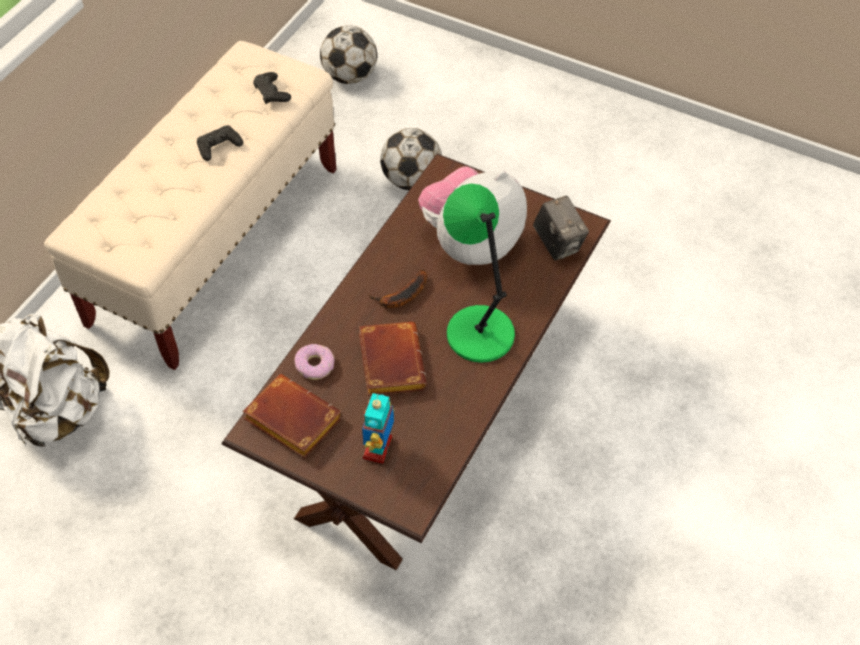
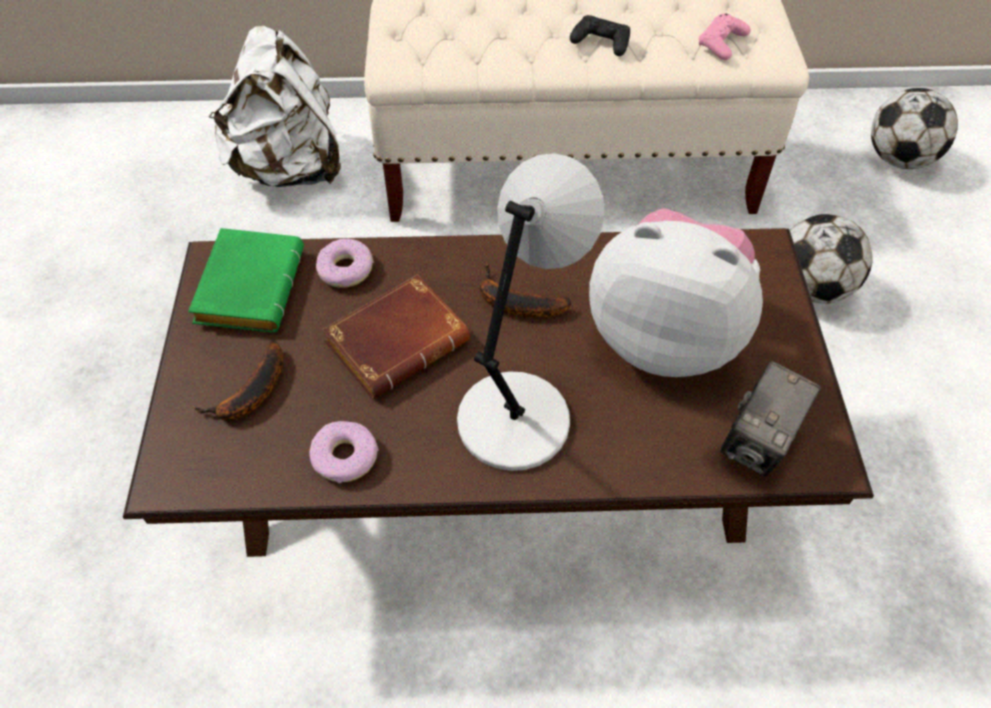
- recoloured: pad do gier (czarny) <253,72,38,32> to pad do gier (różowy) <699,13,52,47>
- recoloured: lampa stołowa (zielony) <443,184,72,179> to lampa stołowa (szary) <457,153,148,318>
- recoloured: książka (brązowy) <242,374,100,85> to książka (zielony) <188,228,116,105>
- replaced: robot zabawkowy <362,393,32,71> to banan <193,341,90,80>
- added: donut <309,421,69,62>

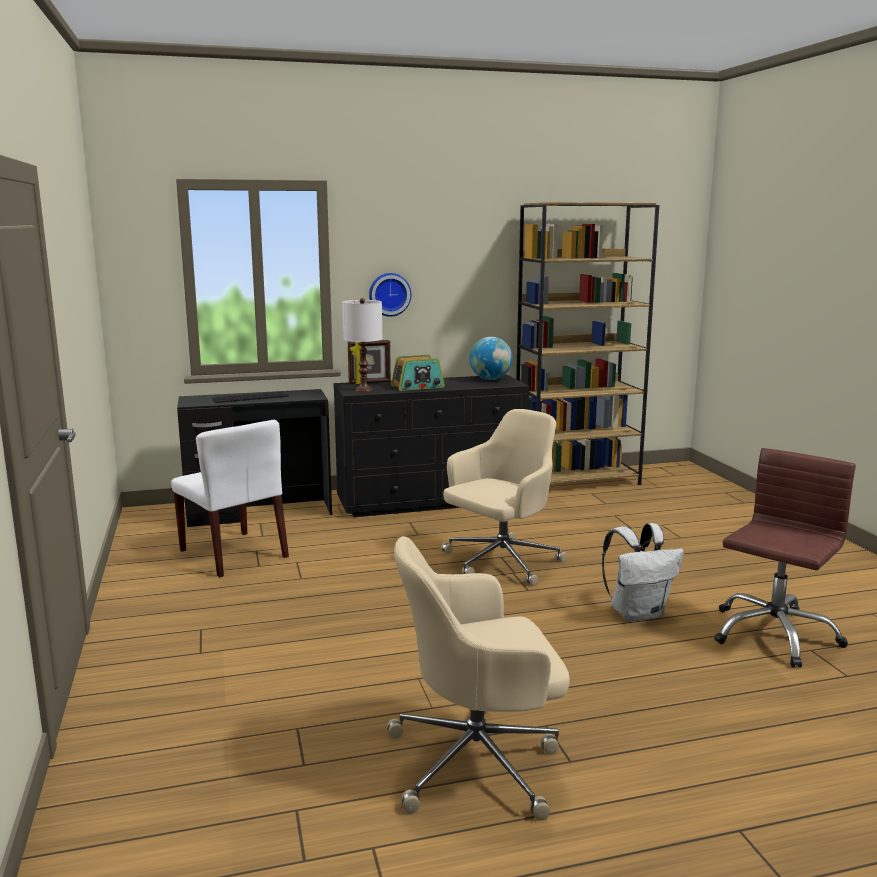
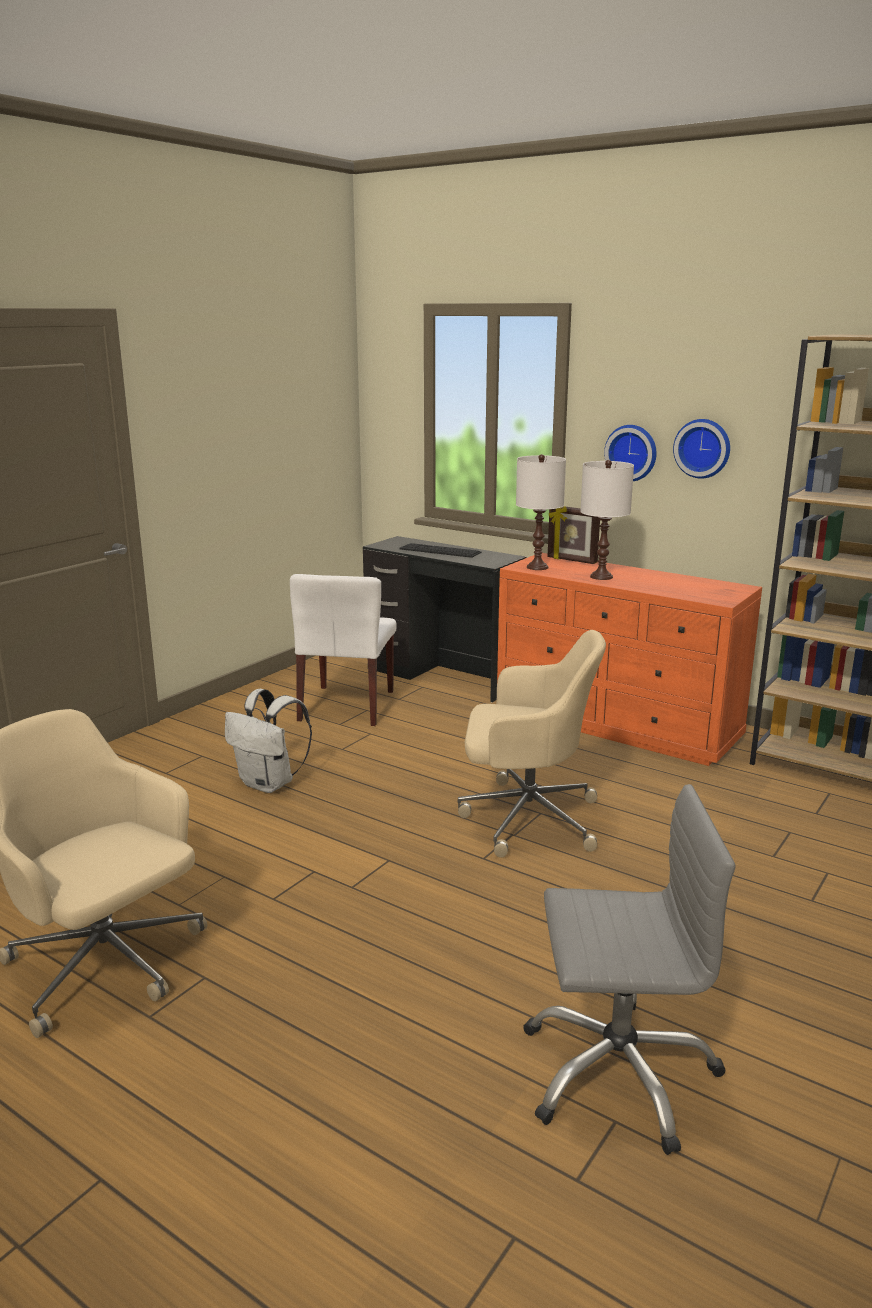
- removed: globus <469,337,44,43>
- replaced: radio <391,354,54,37> to lampa stołowa (biały) <580,460,54,120>
- recoloured: komoda (czarny) <333,375,196,142> to komoda (pomarańczowy) <497,553,265,213>
- recoloured: krzesło biurowe (brązowy) <714,448,142,220> to krzesło biurowe (szary) <523,784,213,371>
- moved: plecak (biały) <602,523,82,99> to <225,689,87,104>
- added: zegar ścienny <673,419,57,60>

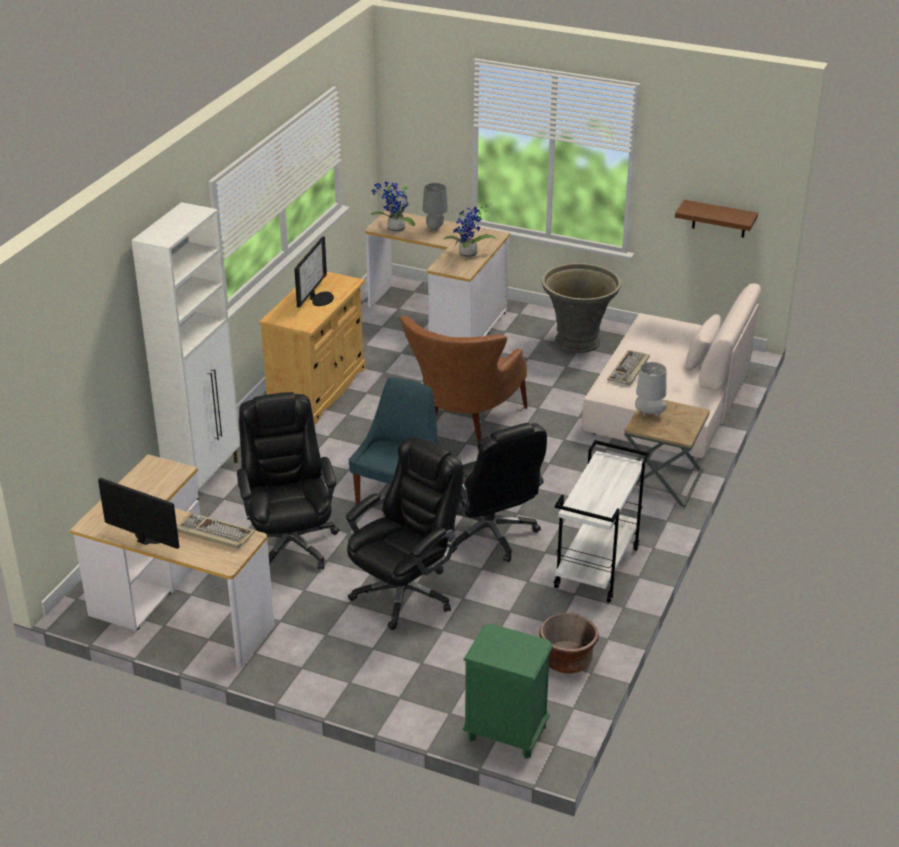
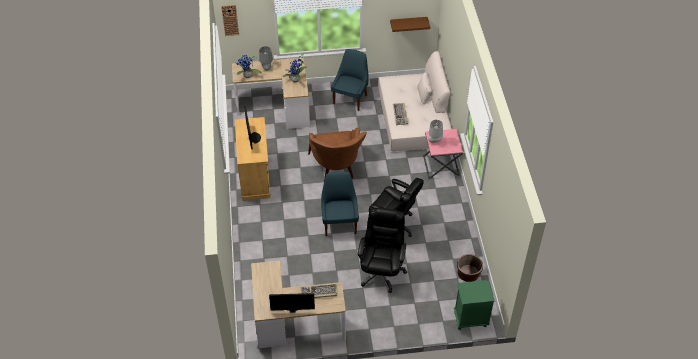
- removed: szafka (biały) <131,202,109,298>
- replaced: donica (szary) <542,263,79,90> to krzesło (niebieski) <331,49,38,62>
- removed: krzesło biurowe (czarny) <237,392,102,178>
- recoloured: stolik (brązowy) <624,400,86,107> to stolik (różowy) <423,129,40,50>
- removed: wózek (biały) <553,440,97,162>
- added: zegar ścienny <221,4,18,32>

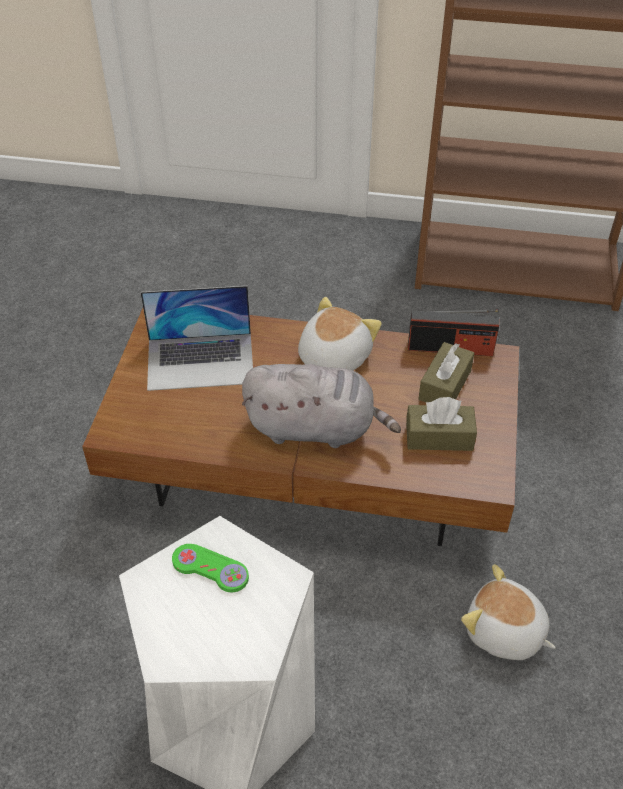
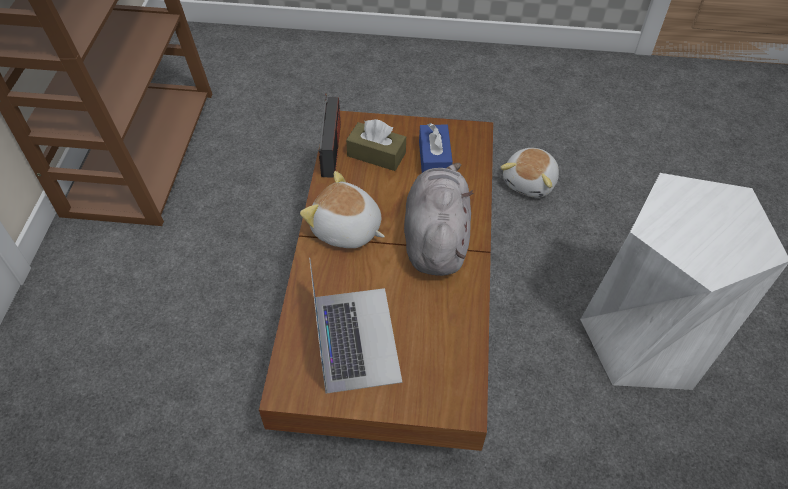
- recoloured: pudełko chusteczek (brązowy) <406,397,71,54> to pudełko chusteczek (niebieski) <419,123,34,50>
- removed: pad do gier (zielony) <172,544,77,48>

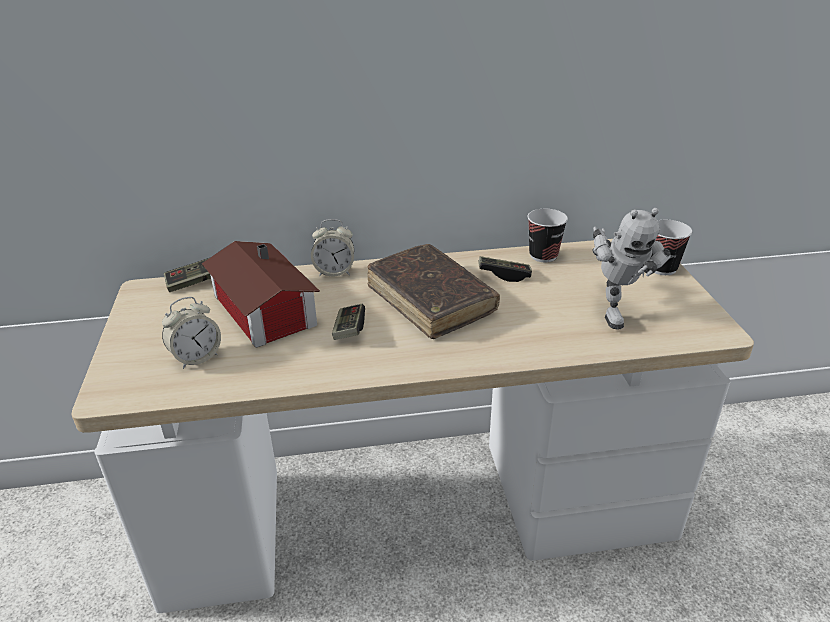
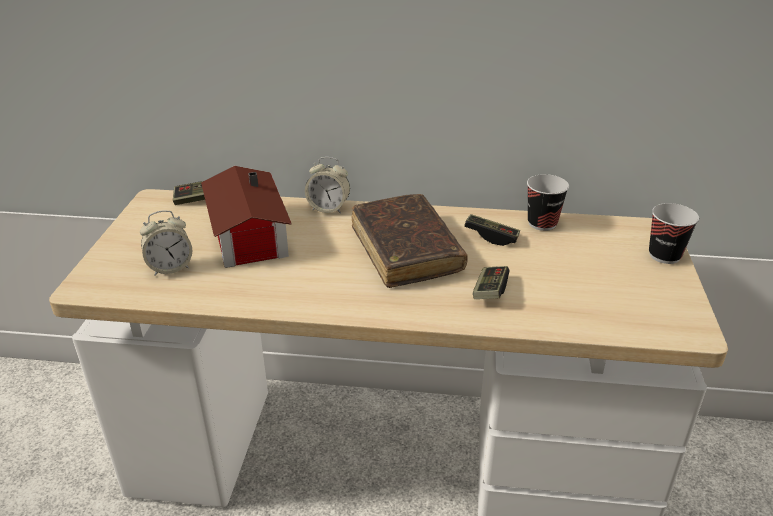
- removed: robot zabawkowy <592,208,79,122>
- moved: pad do gier <332,304,33,36> to <473,266,37,33>

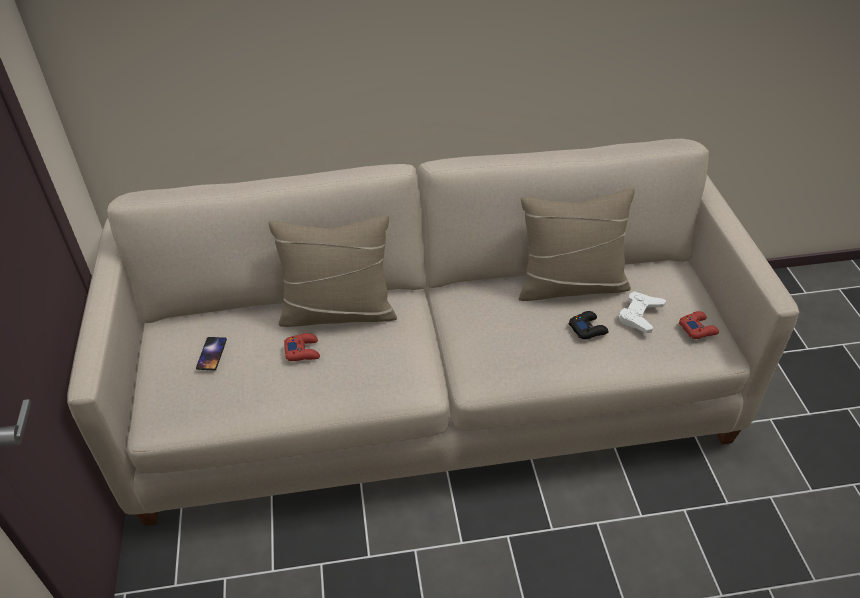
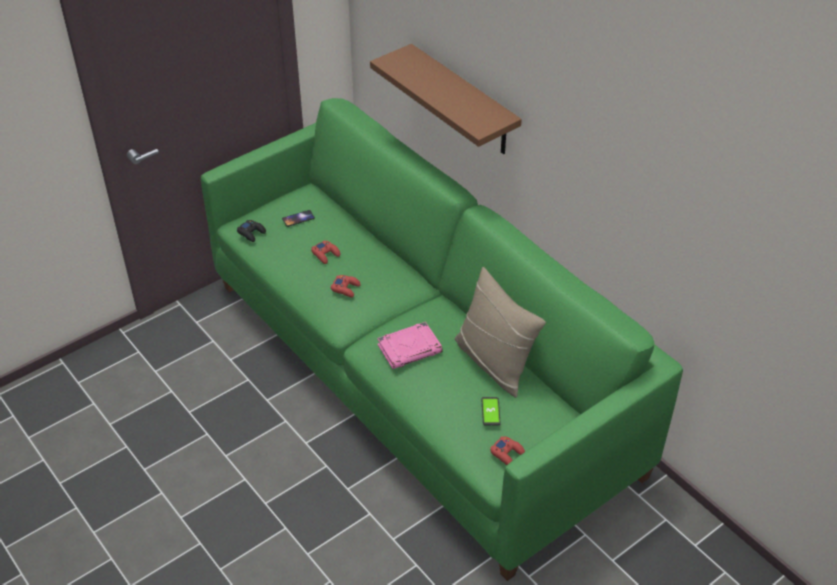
- recoloured: kanapa (beżowy) <67,139,732,387> to kanapa (zielony) <201,98,482,483>
- removed: poduszka (beżowy) <268,215,129,112>
- replaced: pad do gier (biały) <619,291,48,42> to telefon <481,397,20,28>
- moved: pad do gier (czarny) <569,311,40,29> to <237,220,29,22>
- added: półka (brązowy) <370,44,152,110>
- added: pad do gier (czerwony) <331,275,30,22>
- added: książka (różowy) <377,322,66,47>

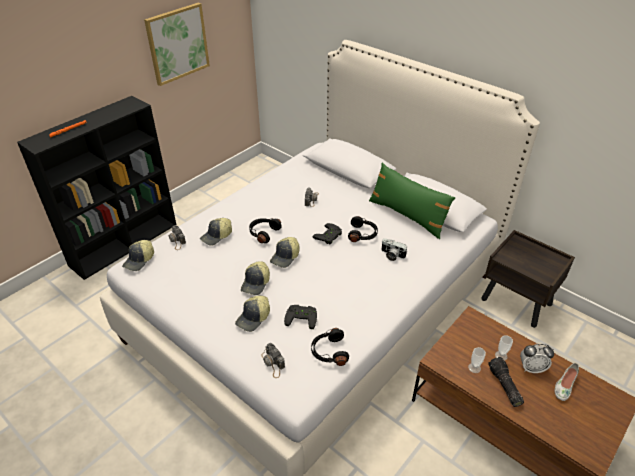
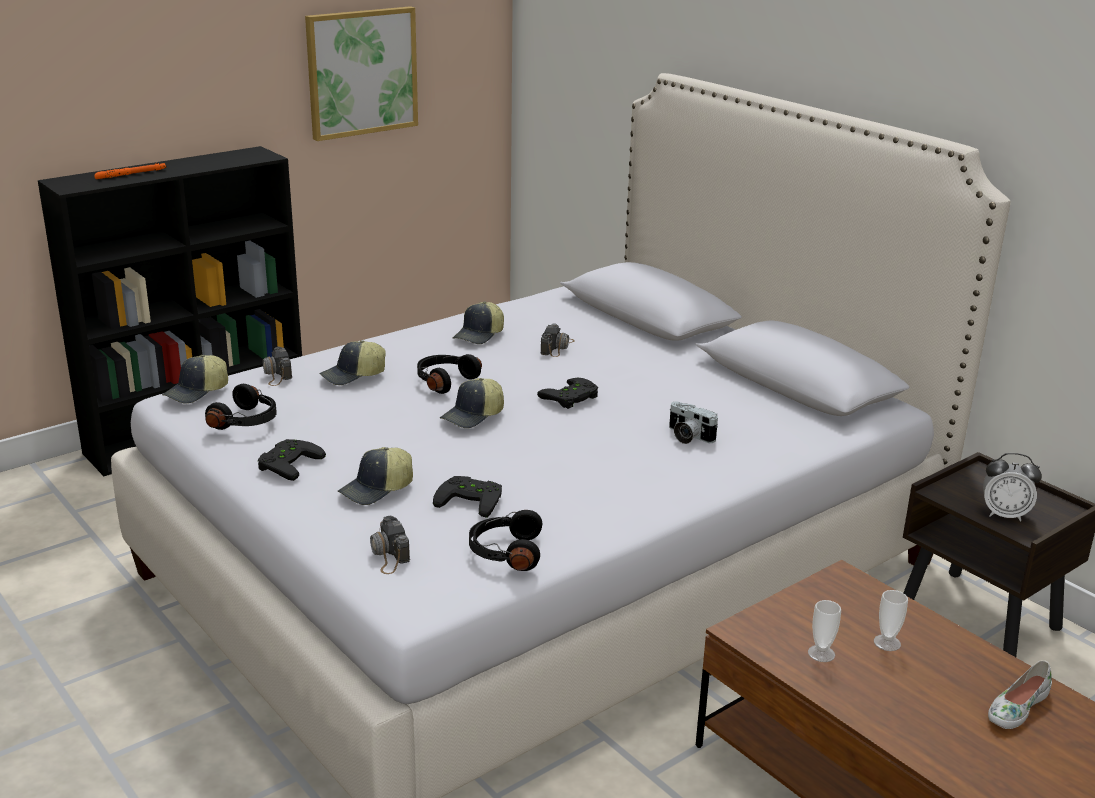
- removed: poduszka (zielony) <369,163,87,76>
- moved: słuchawki (czarny) <348,216,30,26> to <205,384,72,46>
- moved: czapka z daszkiem <241,261,29,34> to <453,302,51,42>
- moved: budzik <520,344,34,29> to <983,453,59,68>
- removed: latarka <488,357,36,50>
- added: pad do gier (czarny) <258,439,68,42>

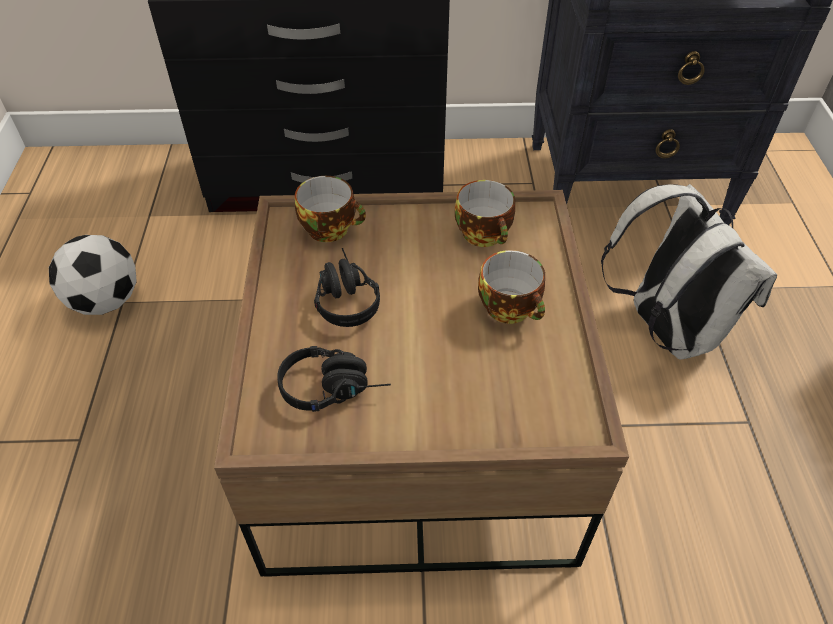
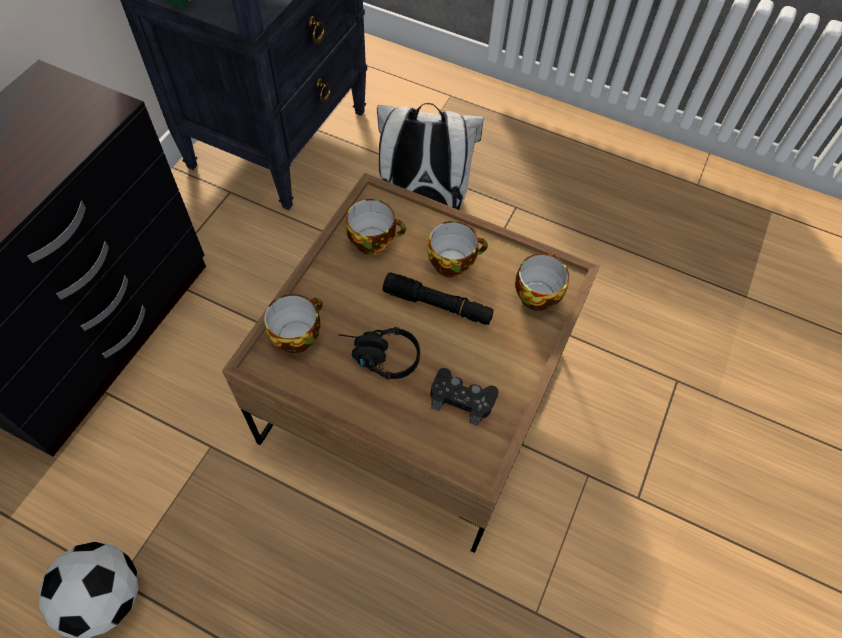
- replaced: słuchawki (czarny) <277,346,114,66> to pad do gier (czarny) <430,368,68,58>
- added: filiżanka <515,253,54,58>
- added: latarka (czarny) <383,273,111,52>

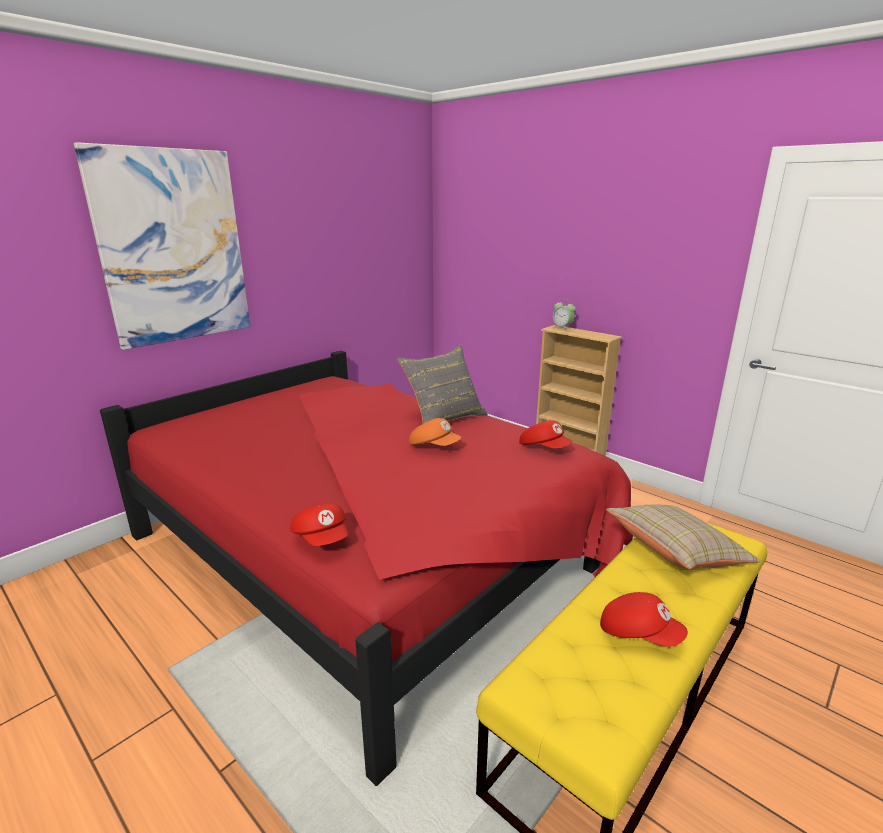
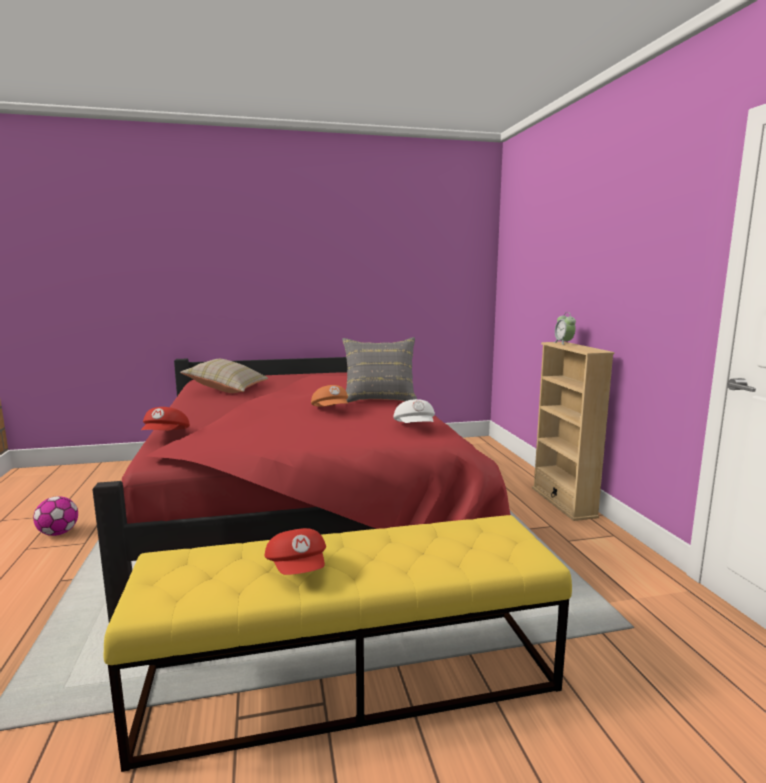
- removed: obraz <74,142,176,208>
- recoloured: czapka z daszkiem (czerwony) <519,420,54,28> to czapka z daszkiem (biały) <393,399,42,24>
- moved: poduszka (beżowy) <606,505,155,64> to <180,359,88,34>
- added: piłka futbolowa <33,496,45,40>

